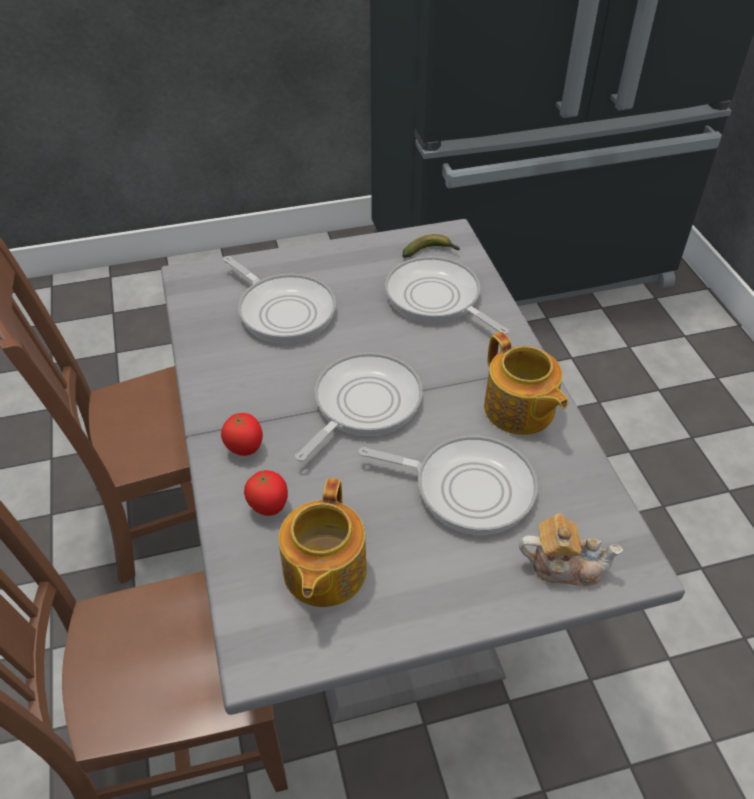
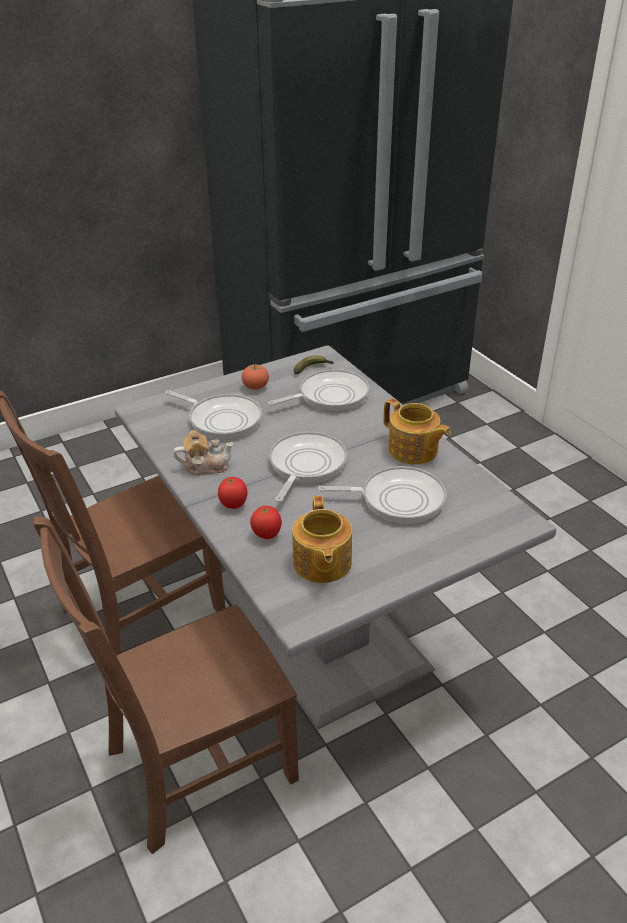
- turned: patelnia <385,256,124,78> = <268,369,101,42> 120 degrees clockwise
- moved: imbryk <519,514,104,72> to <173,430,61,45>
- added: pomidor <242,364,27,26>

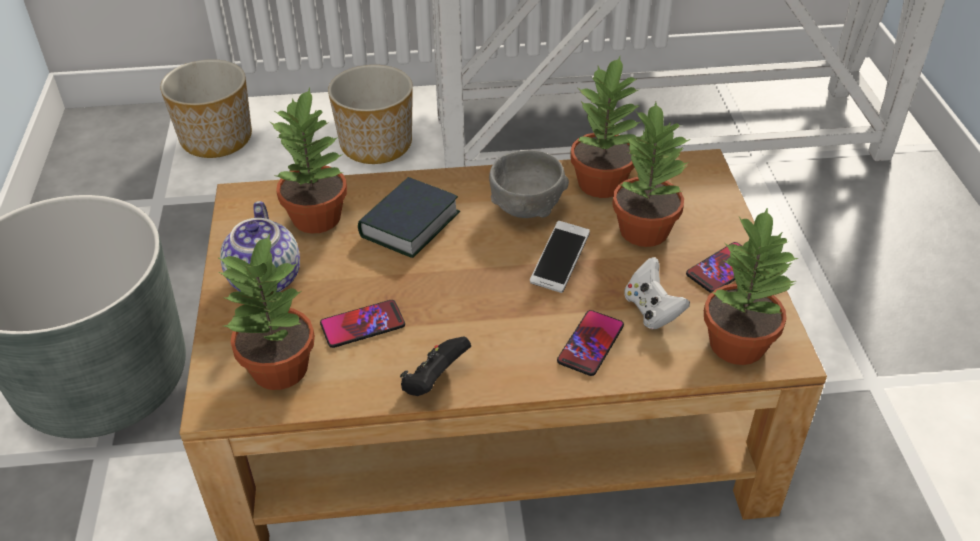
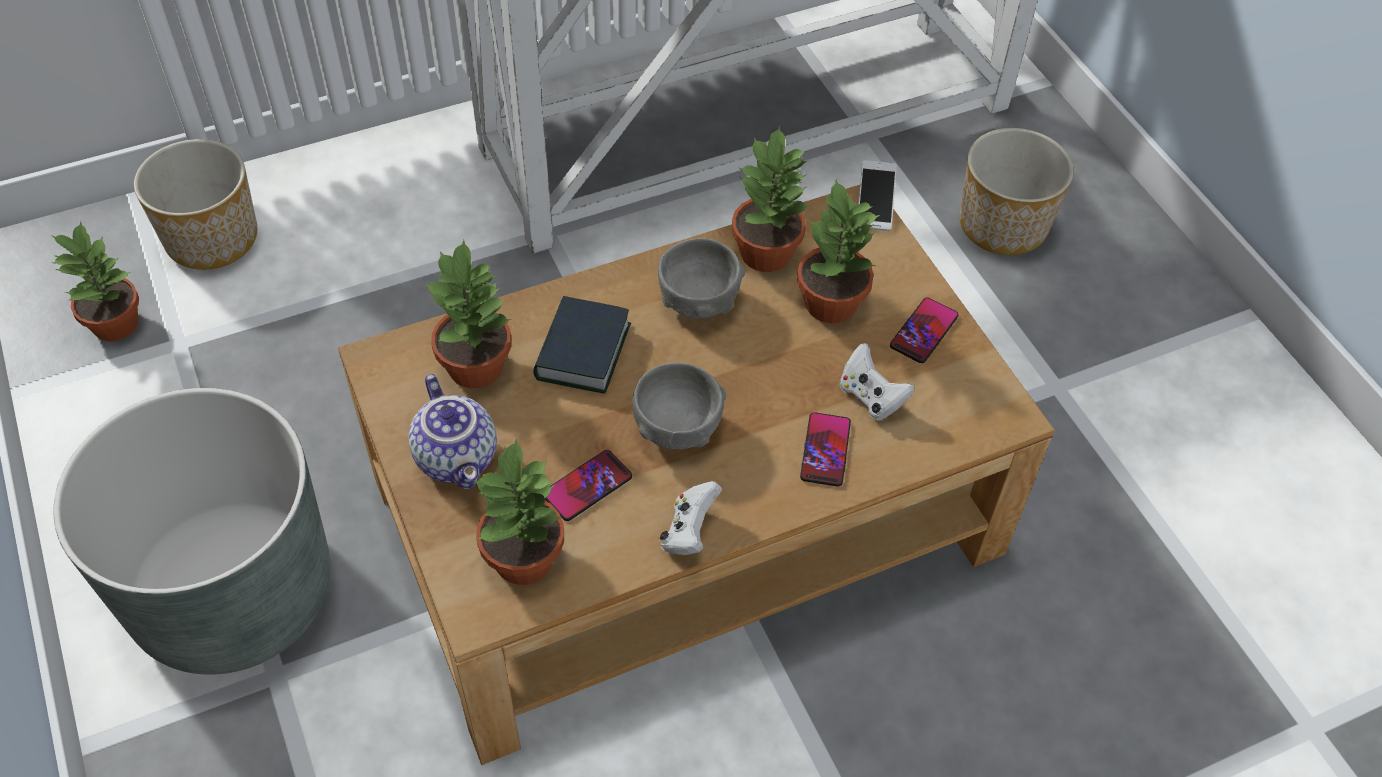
- moved: donica <328,65,85,99> to <959,128,115,127>
- moved: roślina doniczkowa <704,207,94,158> to <52,221,87,120>
- moved: telefon <530,221,60,72> to <858,160,39,71>
- recoloured: pad do gier (czarny) <400,336,71,60> to pad do gier (biały) <660,481,62,74>
- added: miska (szary) <632,363,94,86>

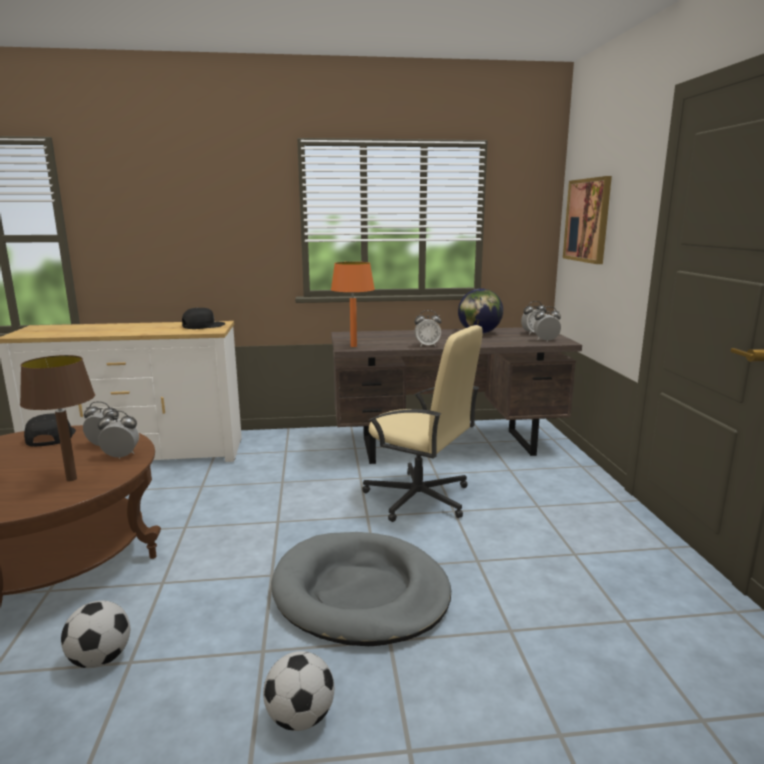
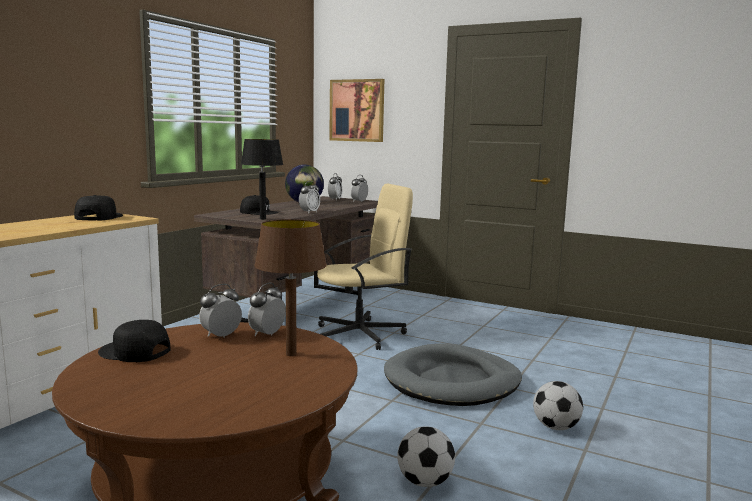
- recoloured: lampa stołowa (pomarańczowy) <331,262,44,85> to lampa stołowa (czarny) <241,139,42,81>
- added: czapka z daszkiem (czarny) <240,195,39,20>

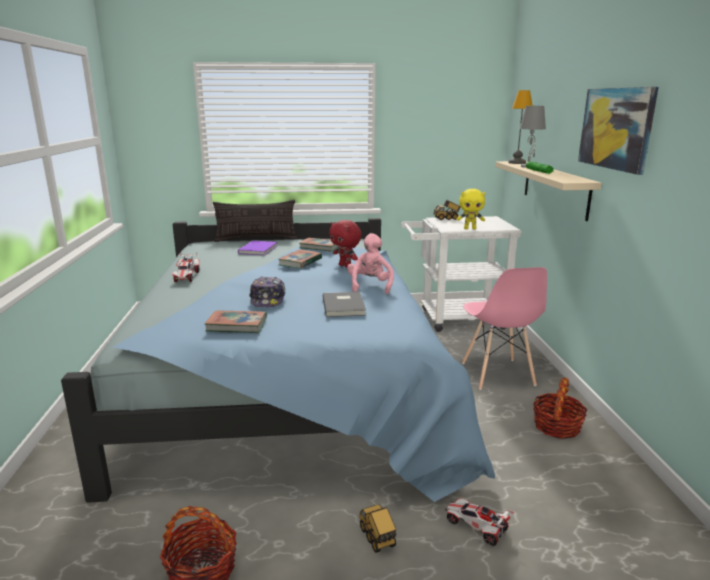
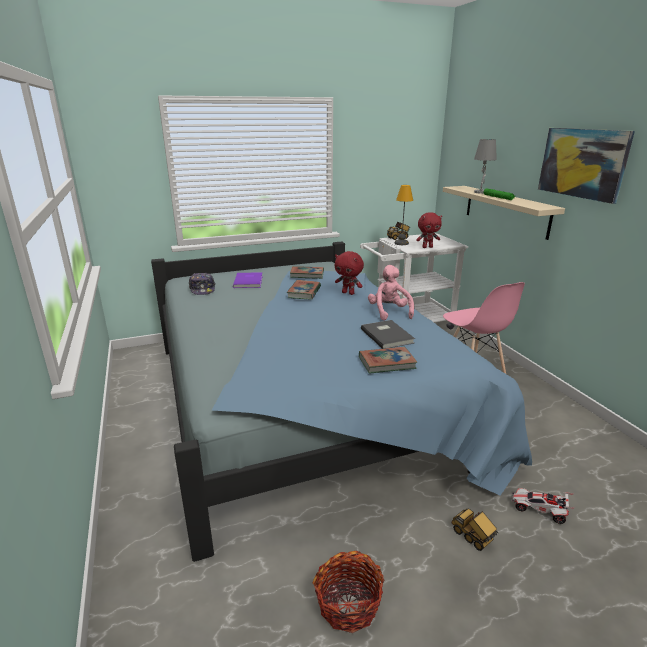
- moved: lampa stołowa <508,90,25,74> to <395,185,18,60>
- recoloured: pluszak (żółty) <457,189,28,40> to pluszak (czerwony) <416,212,26,36>
- removed: poduszka <213,200,85,42>
- removed: samochodzik <172,253,28,29>
- moved: czapka z daszkiem <249,277,37,30> to <189,273,26,22>
- moved: książka <205,310,62,23> to <359,347,58,27>
- removed: koszyk <533,377,54,62>

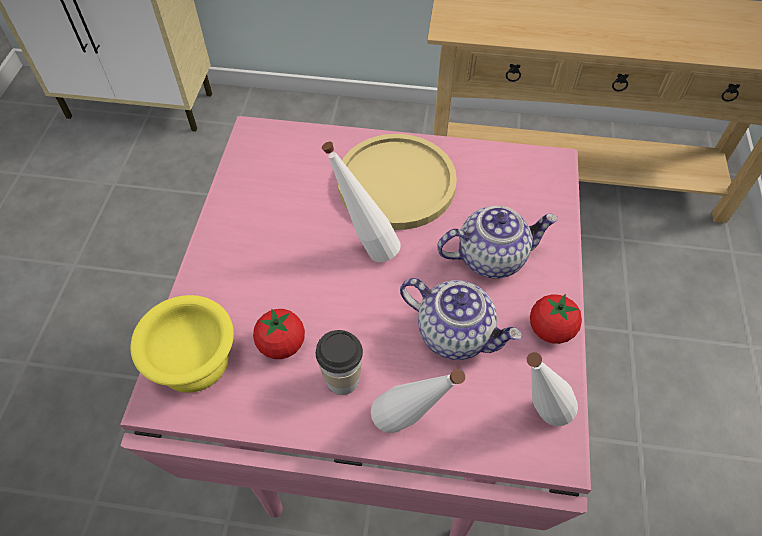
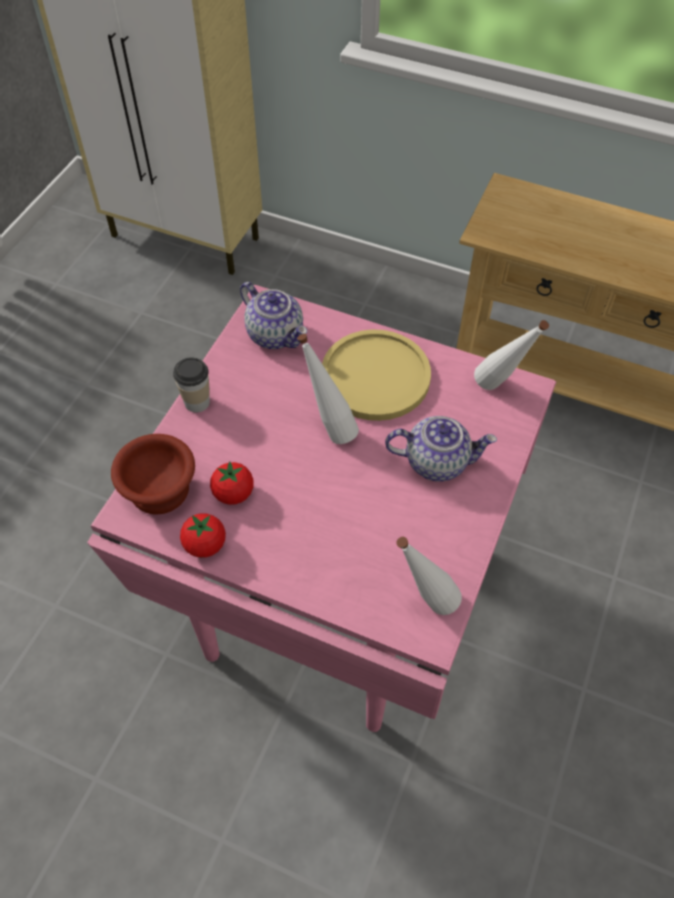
- moved: imbryk <400,278,122,82> to <240,282,67,67>
- moved: pomidor <530,294,52,50> to <180,513,46,45>
- recoloured: miska (żółty) <130,295,104,98> to miska (brązowy) <111,434,84,80>
- moved: filiżanka <316,330,47,65> to <173,357,37,56>
- moved: butelka (biały) <371,369,94,64> to <474,320,75,70>

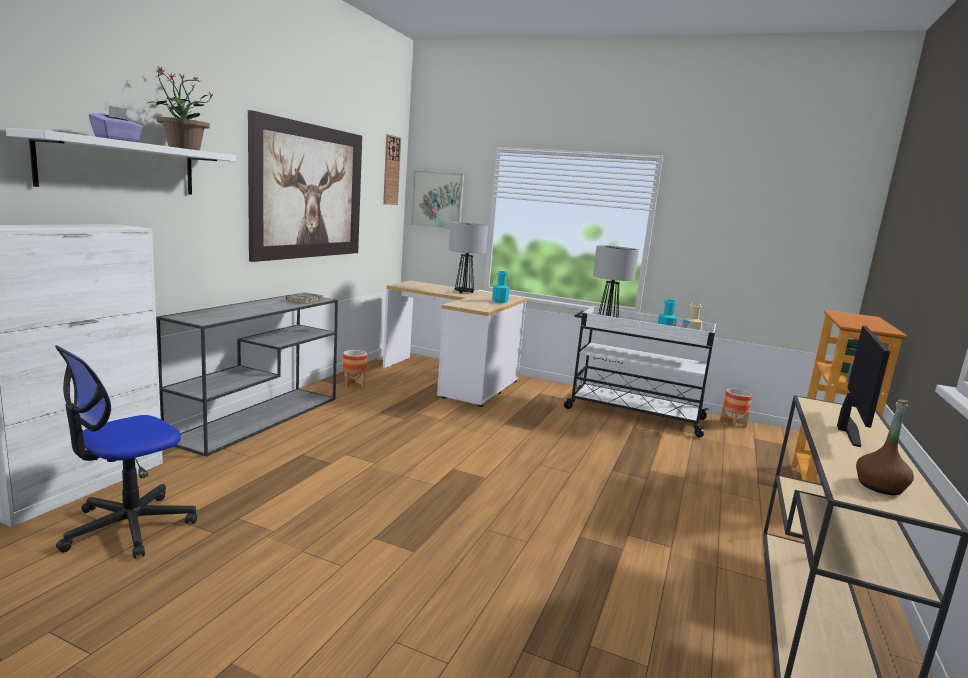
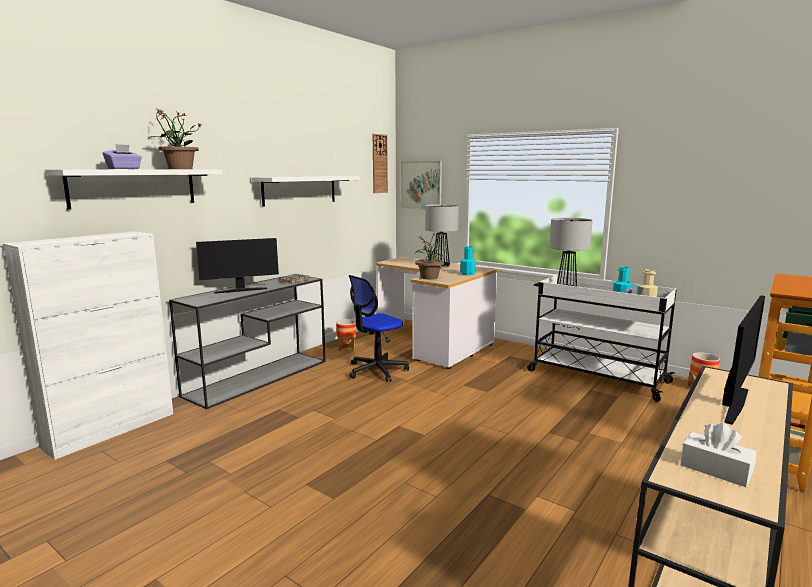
- replaced: obraz <248,110,114,152> to półka (biały) <252,176,107,30>
- moved: krzesło biurowe <55,345,142,213> to <349,275,60,107>
- replaced: butelka (brązowy) <856,399,58,96> to pudełko chusteczek (biały) <680,423,76,64>
- added: roślina doniczkowa <415,231,33,48>
- added: monitor <196,238,83,56>

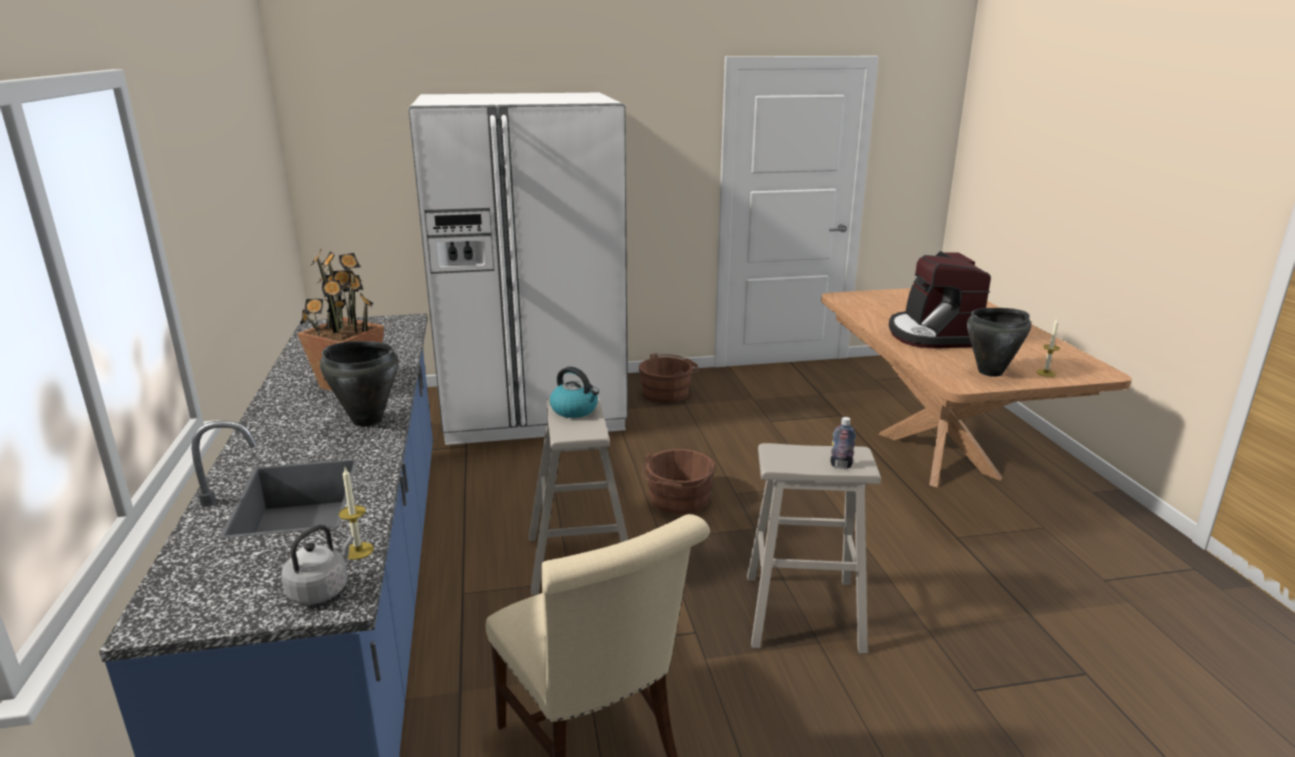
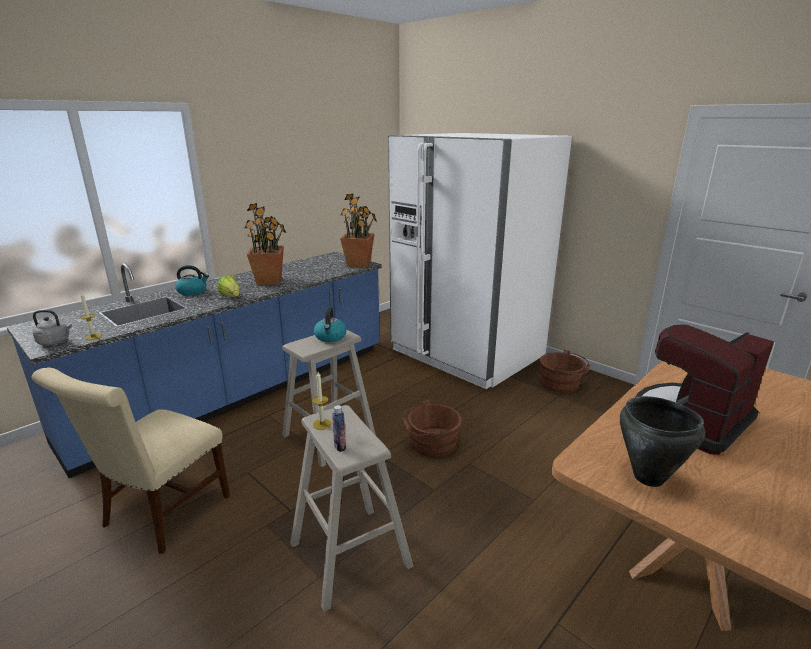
- moved: świeca <1036,319,24,58> to <312,372,19,58>
- replaced: garnek (czarny) <320,341,79,86> to sałata <218,275,22,22>
- added: roślina doniczkowa <340,194,37,73>
- added: czajnik <175,265,34,31>

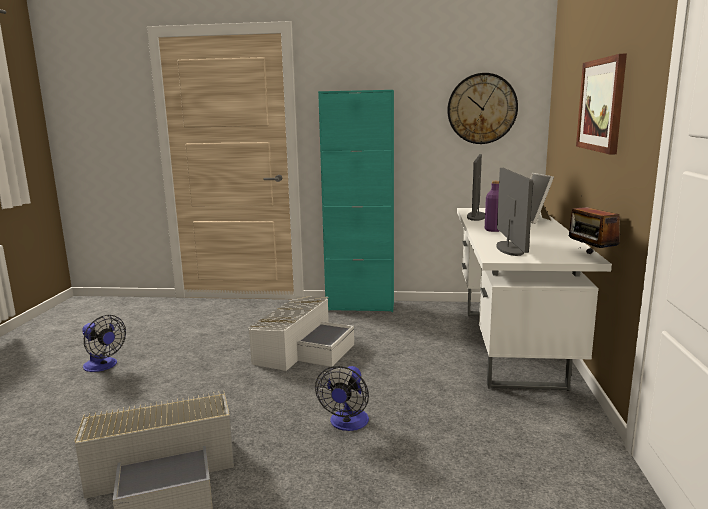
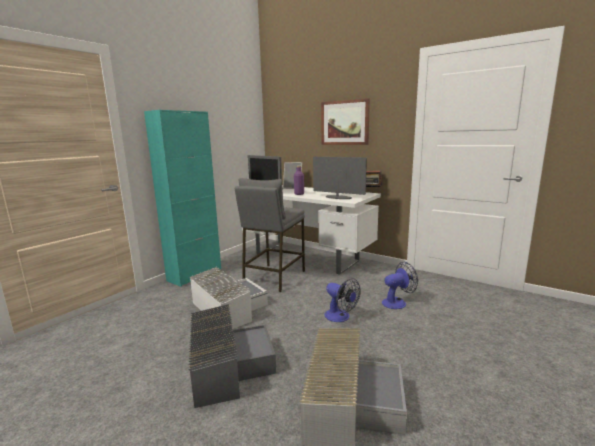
- removed: zegar ścienny <447,73,71,71>
- moved: wentylator <82,315,44,57> to <382,262,36,47>
- added: stołek (szary) <235,178,70,114>
- added: pojemnik do przechowywania (szary) <189,304,87,104>

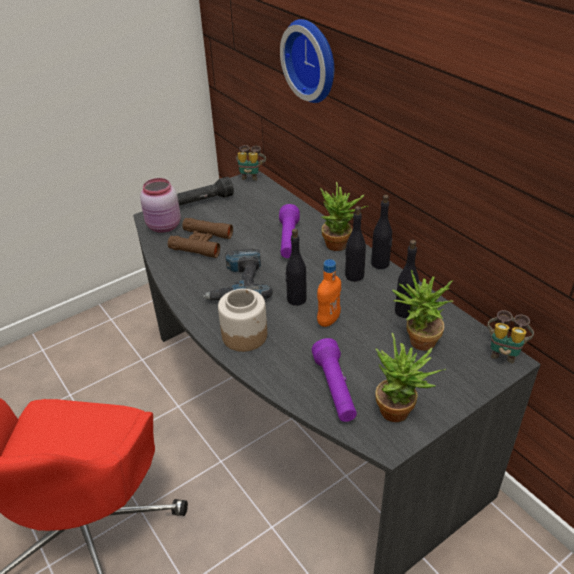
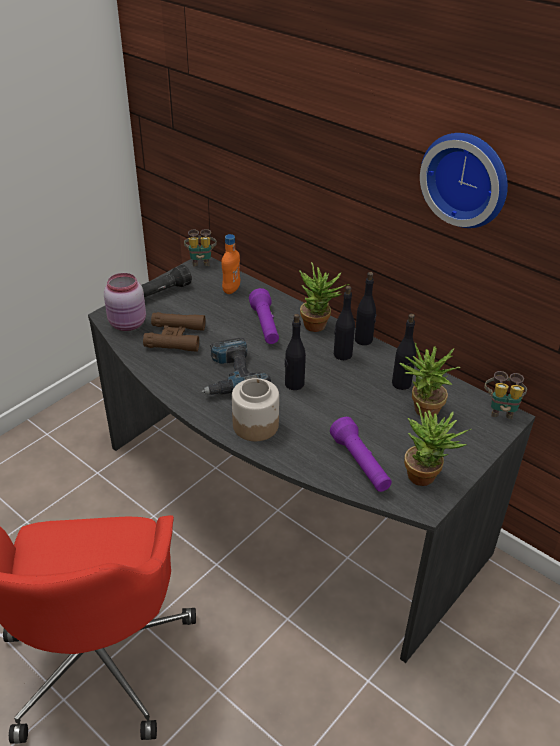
- moved: zegar ścienny <280,19,54,84> to <420,133,88,95>
- moved: butelka (pomarańczowy) <317,259,24,68> to <222,234,18,60>

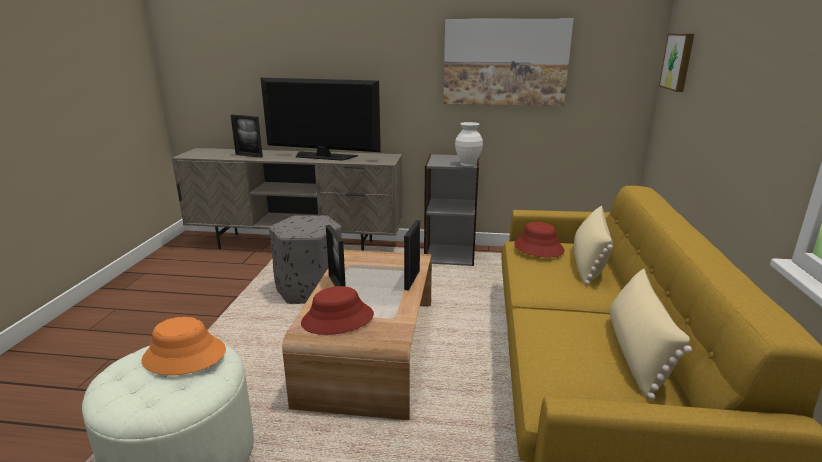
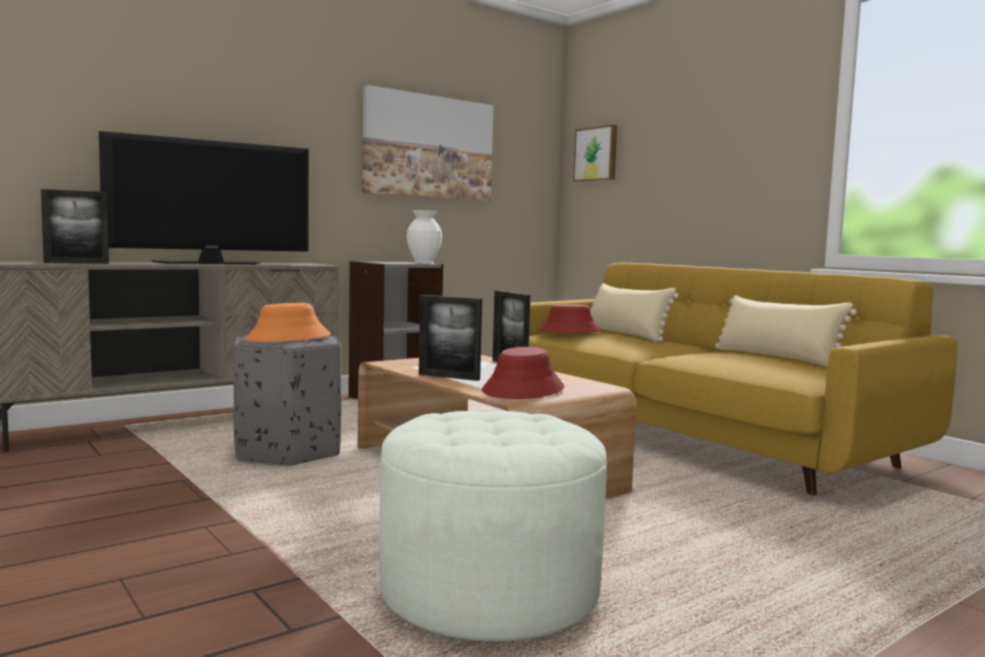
- moved: kapelusz (pomarańczowy) <142,317,84,58> to <245,303,86,39>

